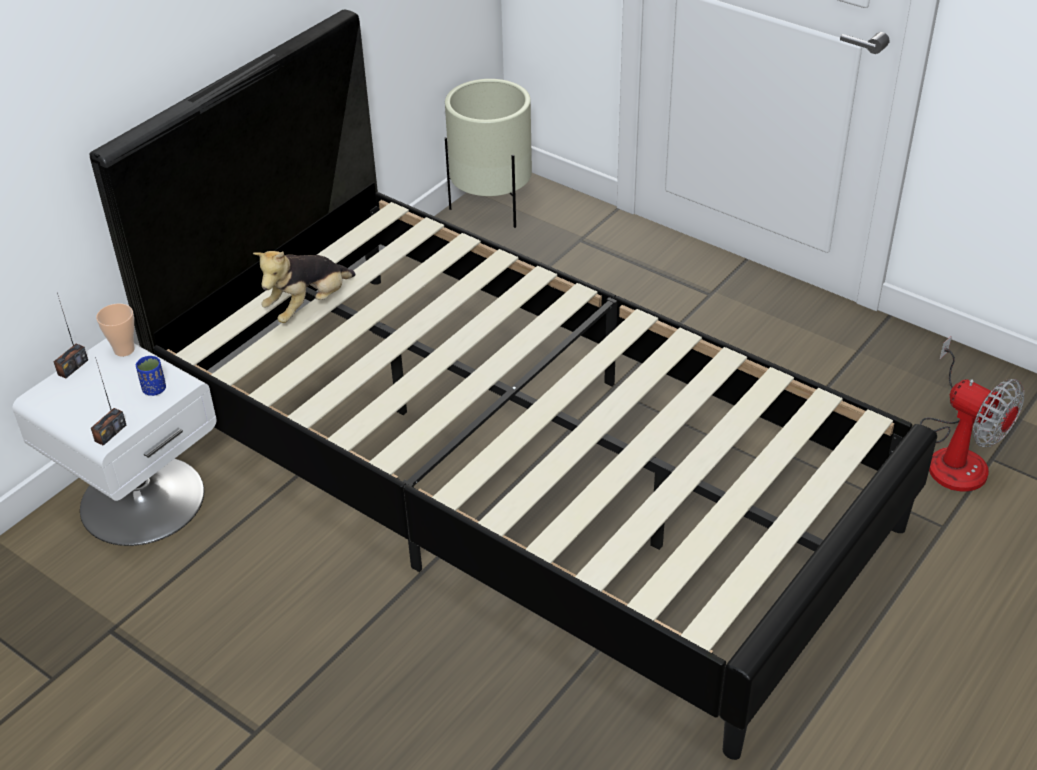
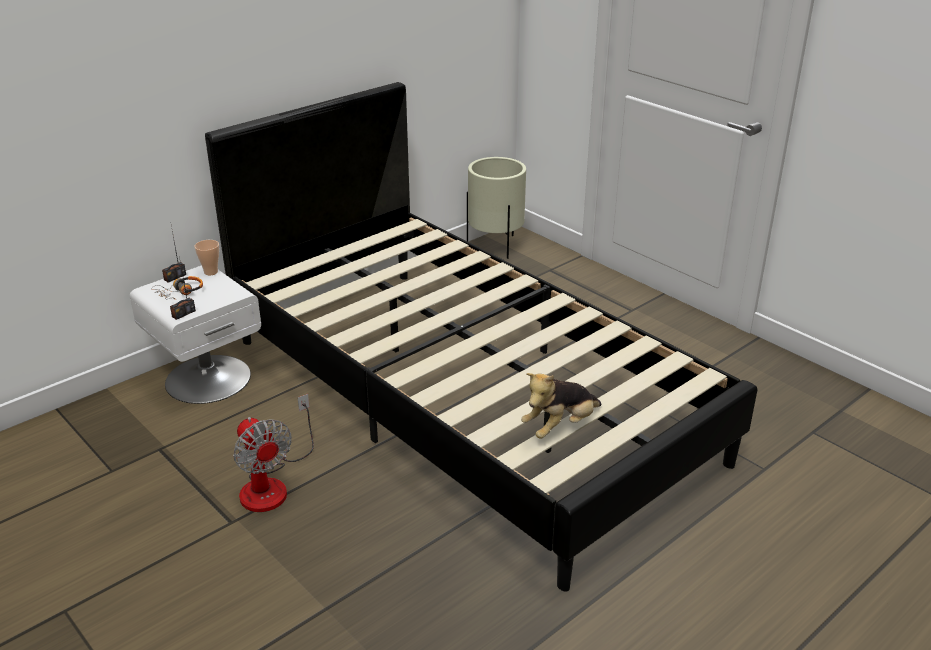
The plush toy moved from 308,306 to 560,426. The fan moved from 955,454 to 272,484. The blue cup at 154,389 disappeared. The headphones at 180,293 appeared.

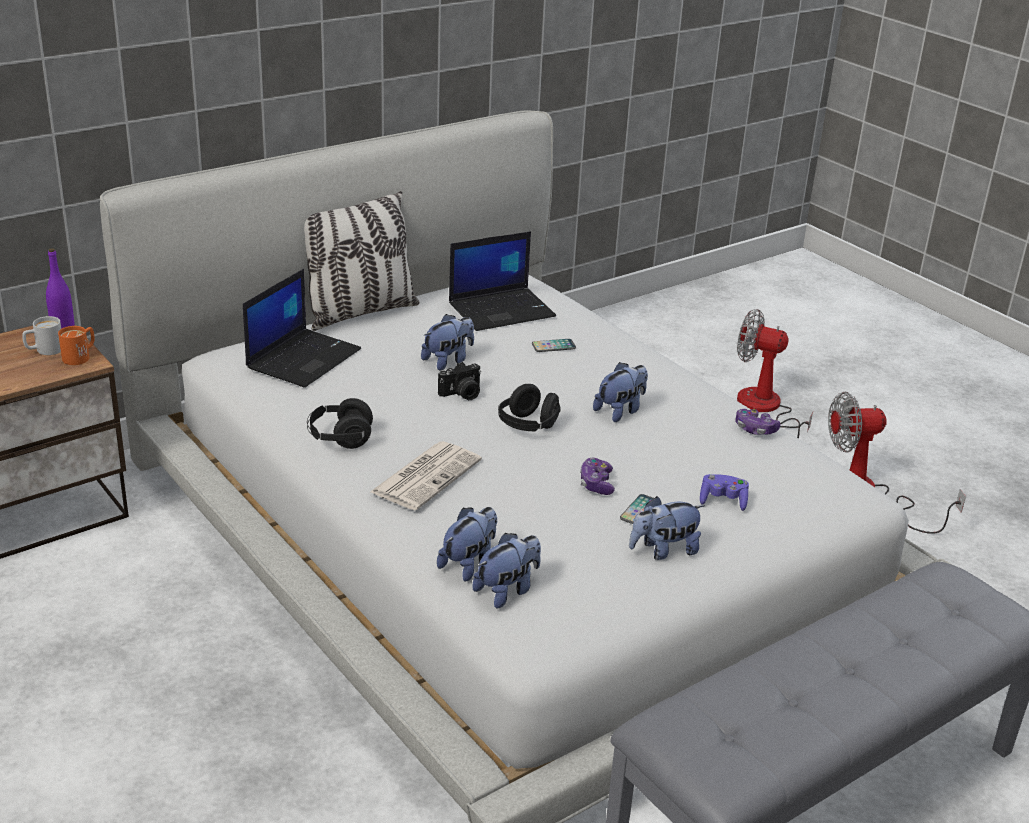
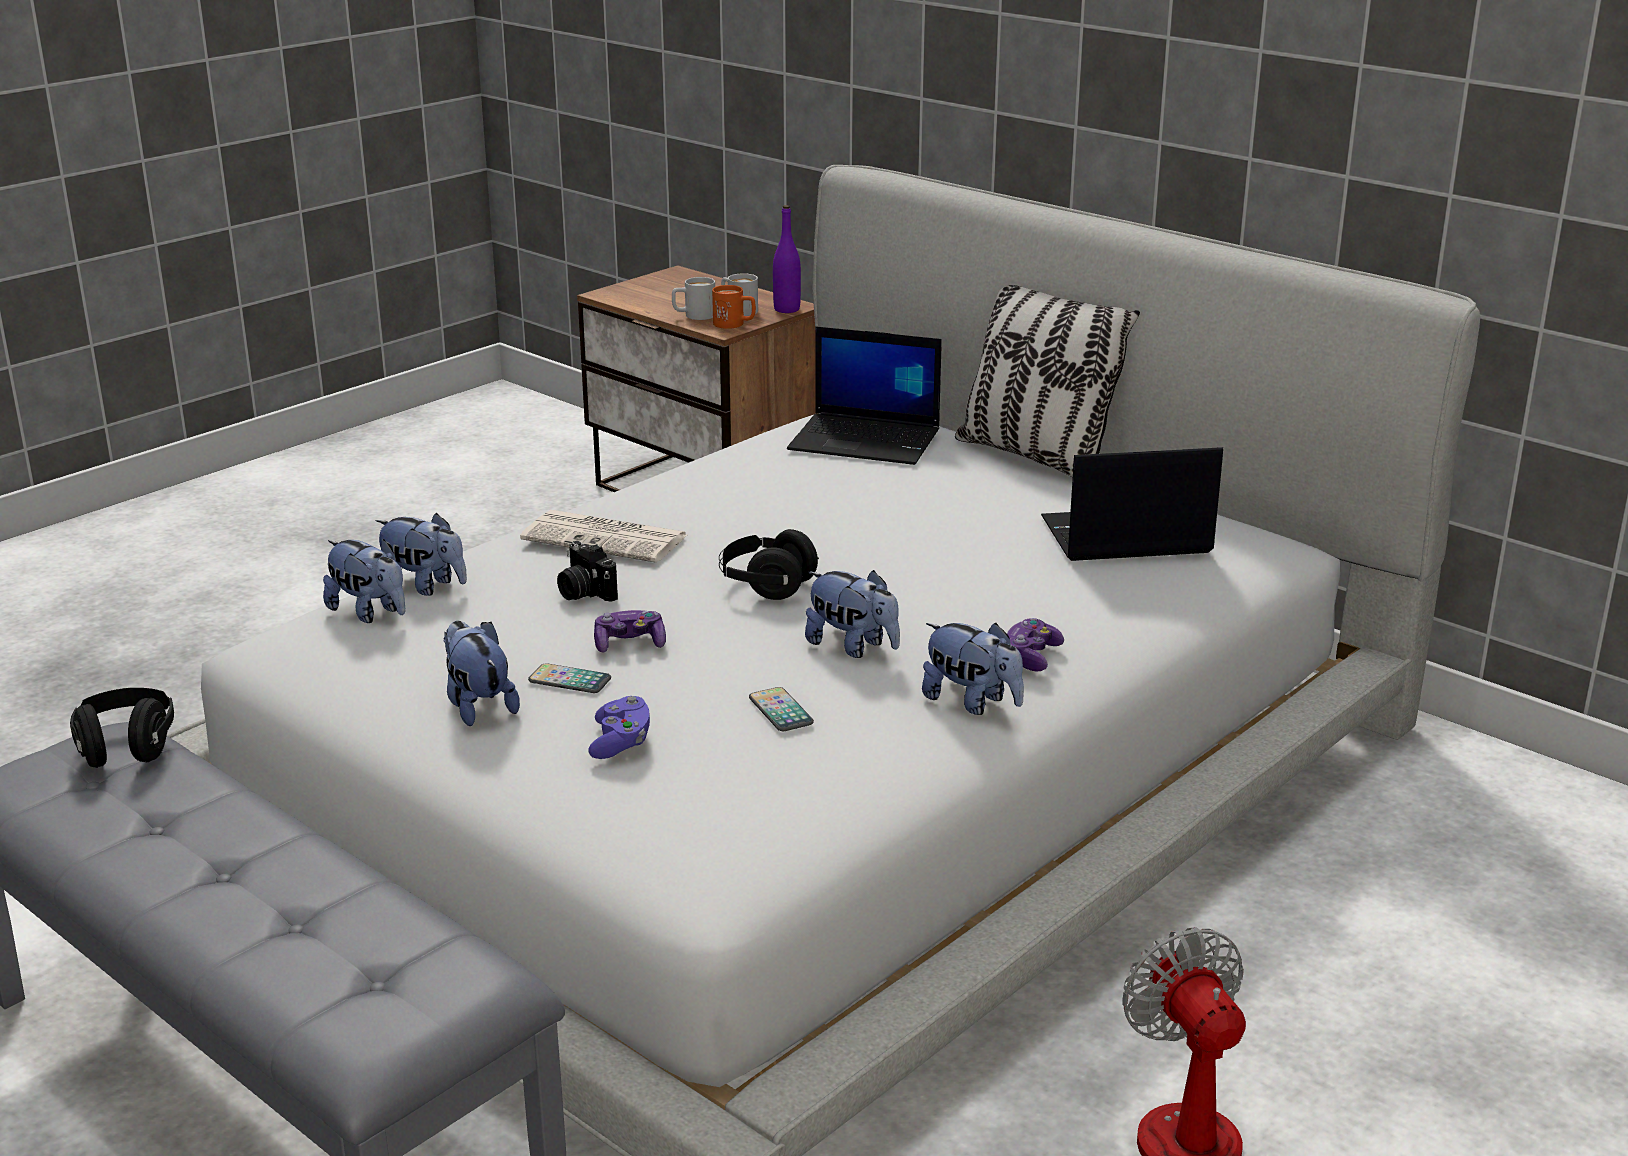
The laptop at 502,309 turned 120 degrees clockwise. The fan at 765,410 disappeared. The plush toy moved from 448,360 to 972,702. The phone moved from 553,346 to 780,711. The photo camera moved from 462,394 to 584,592. The black headphones moved from 340,438 to 126,748. The game controller moved from 755,429 to 1031,657. The white mug at 693,316 appeared.

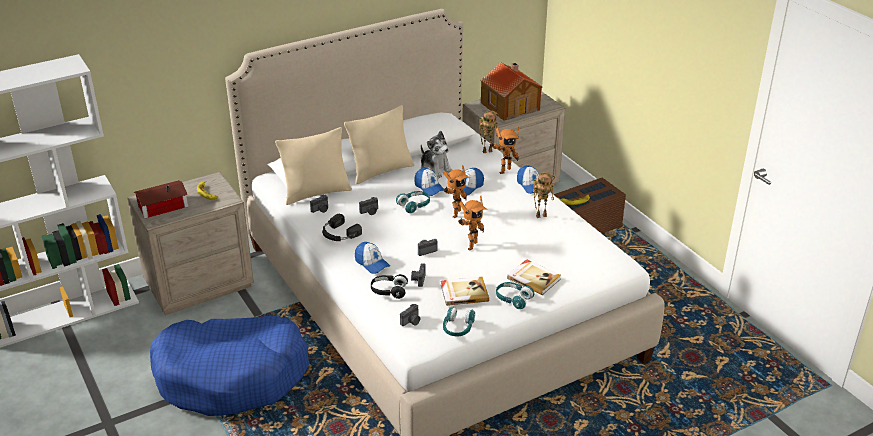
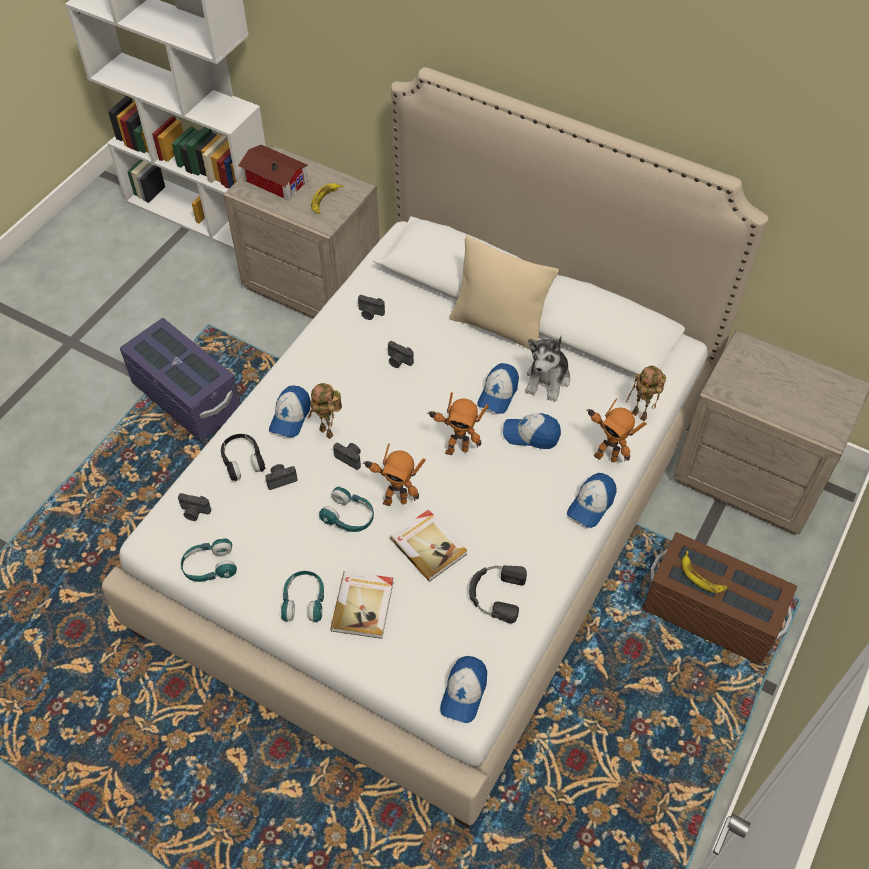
The toy house at 510,106 disappeared. The beige pillow at 316,193 disappeared. The toy robot moved from 541,215 to 328,432. The turquoise headphones moved from 414,205 to 349,517. The black headphones moved from 339,234 to 495,594. The book moved from 464,292 to 429,546. The blue dog bed at 232,376 was replaced by the purple storage box at 187,397. The cap at 464,692 appeared.

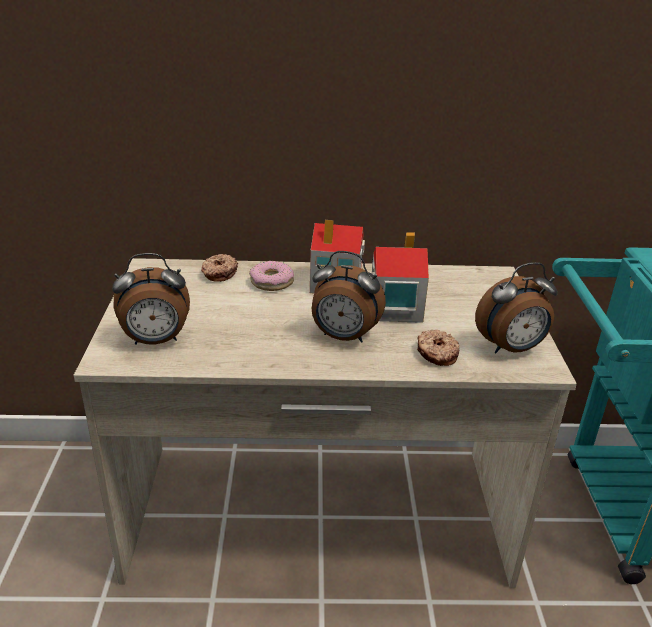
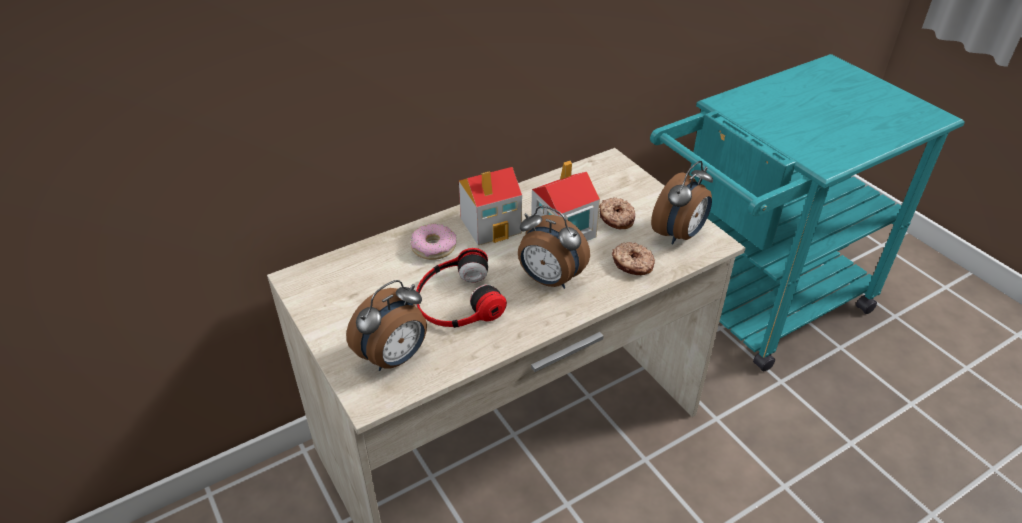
The alarm clock at 343,337 turned 45 degrees clockwise. The donut moved from 219,273 to 616,219. The headphones at 457,299 appeared.

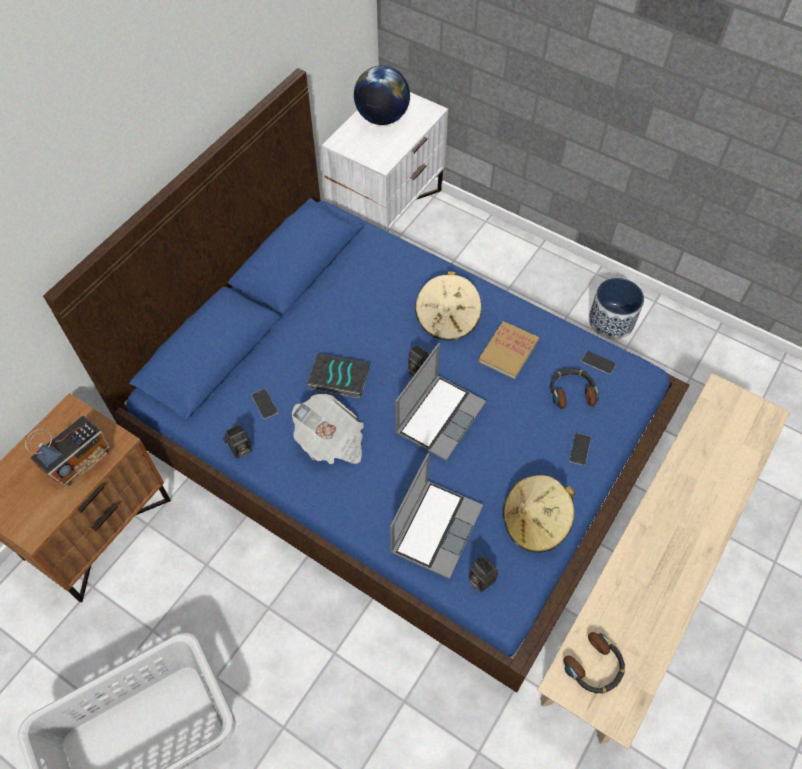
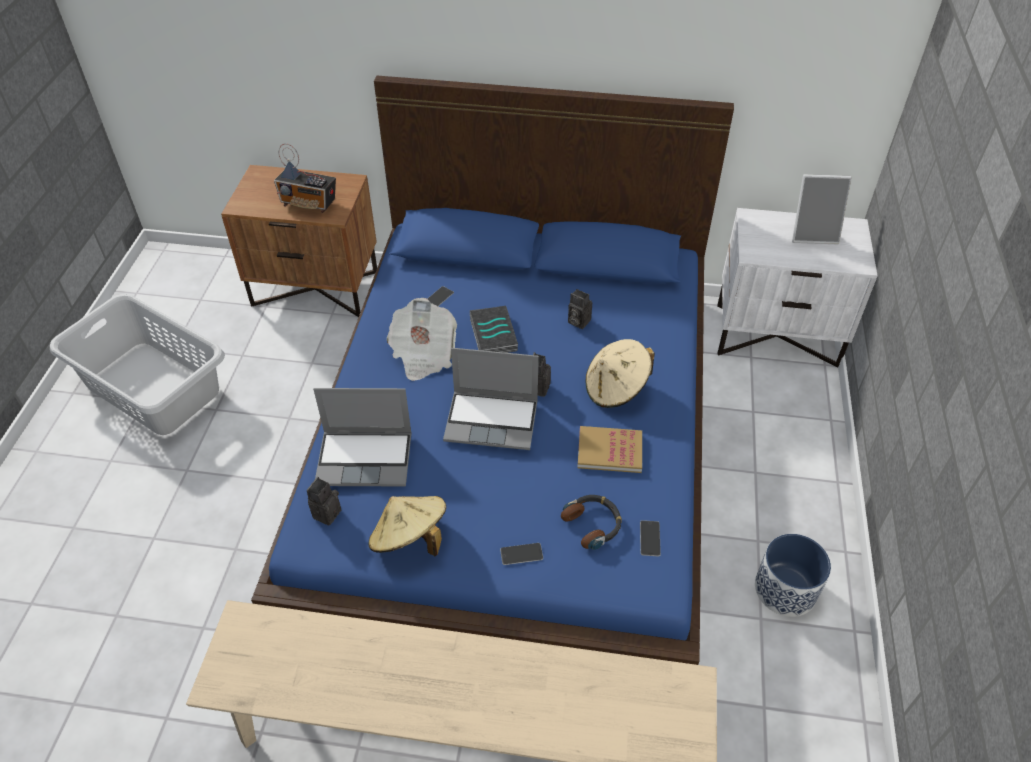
The globe at 382,118 was replaced by the picture frame at 813,233. The photo camera moved from 240,450 to 577,321. The headphones at 595,667 disappeared.

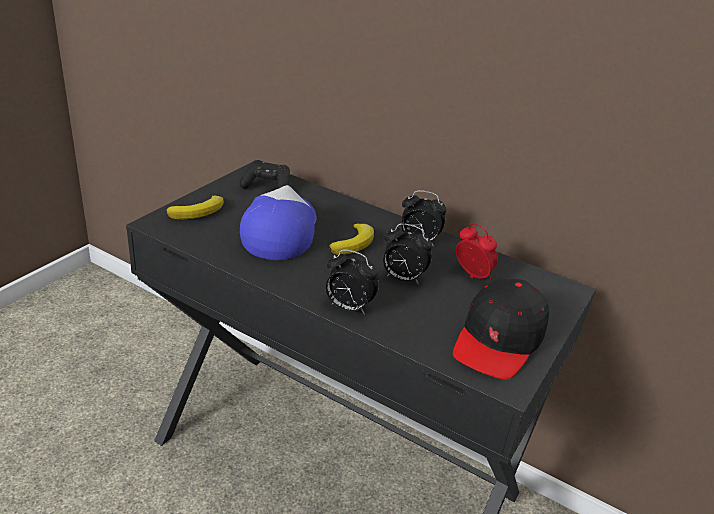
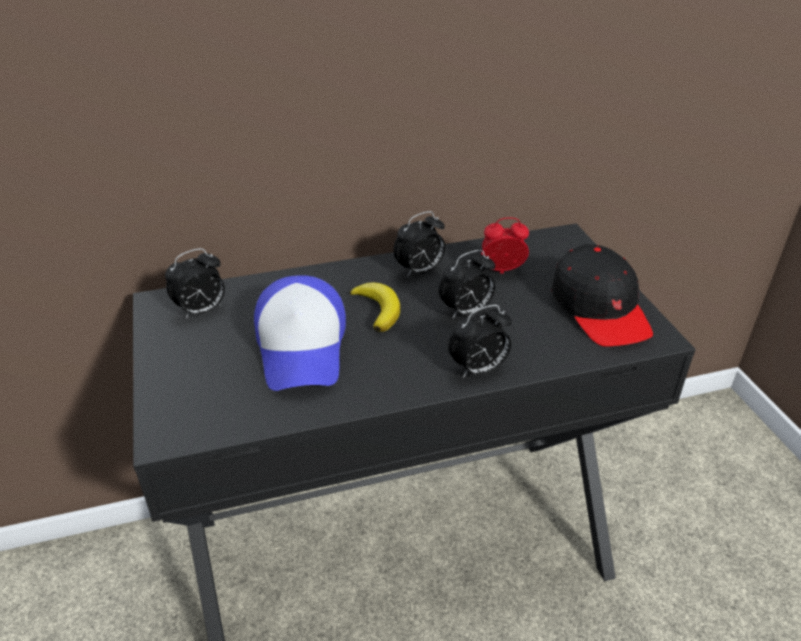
The black game controller at 267,186 was replaced by the alarm clock at 201,311. The cap at 281,232 turned 150 degrees counterclockwise. The banana at 199,211 disappeared.

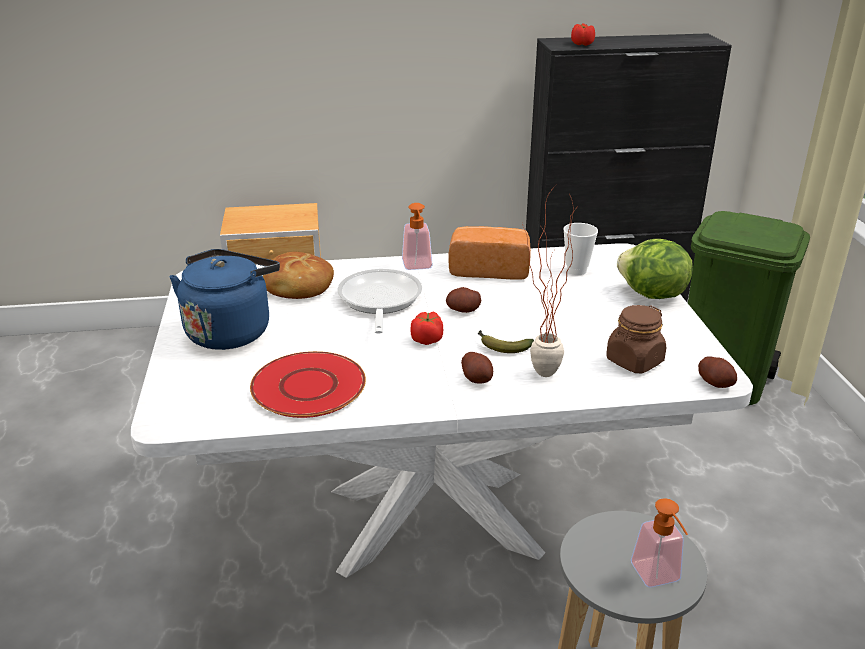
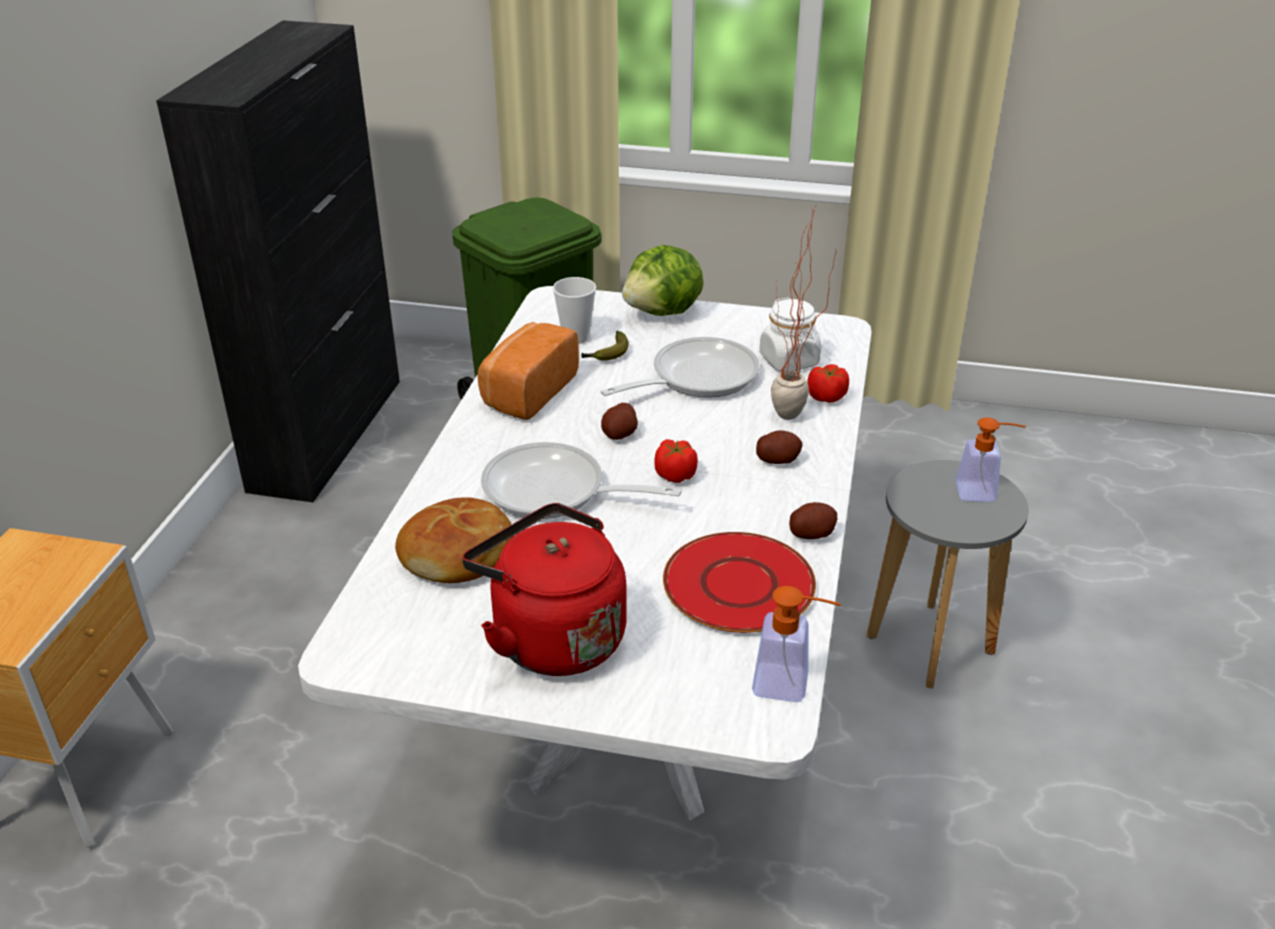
The tomato moved from 582,44 to 827,397. The soap dispenser moved from 418,267 to 791,685. The blue kettle at 231,330 became the red kettle at 552,637. The brown jar at 634,361 became the white jar at 789,360. The banana moved from 501,346 to 607,354. The potato moved from 715,383 to 811,533. The frying pan at 695,377 appeared.

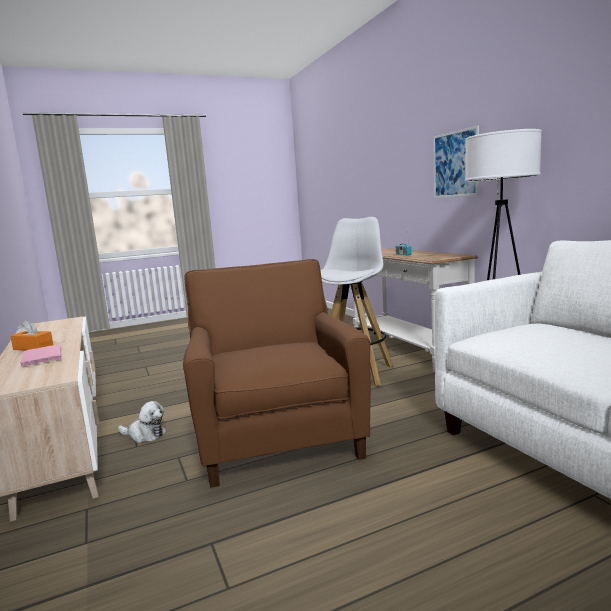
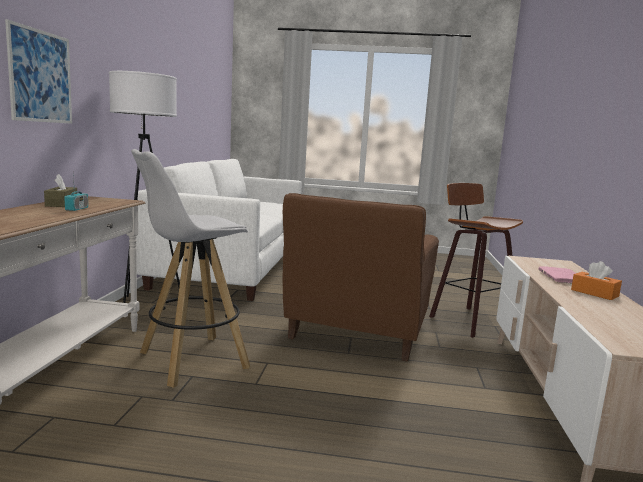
The plush toy at 145,435 disappeared. The brown tissue box at 61,204 appeared. The stool at 469,320 appeared.

